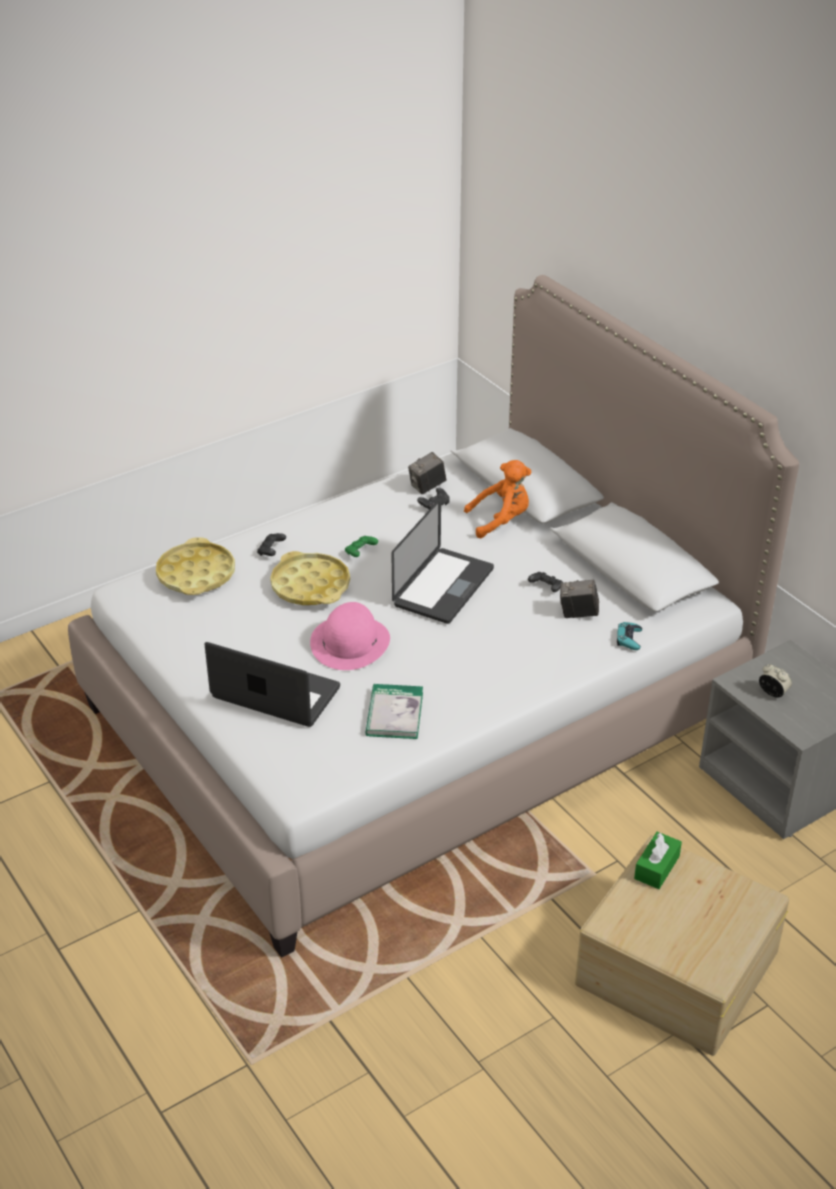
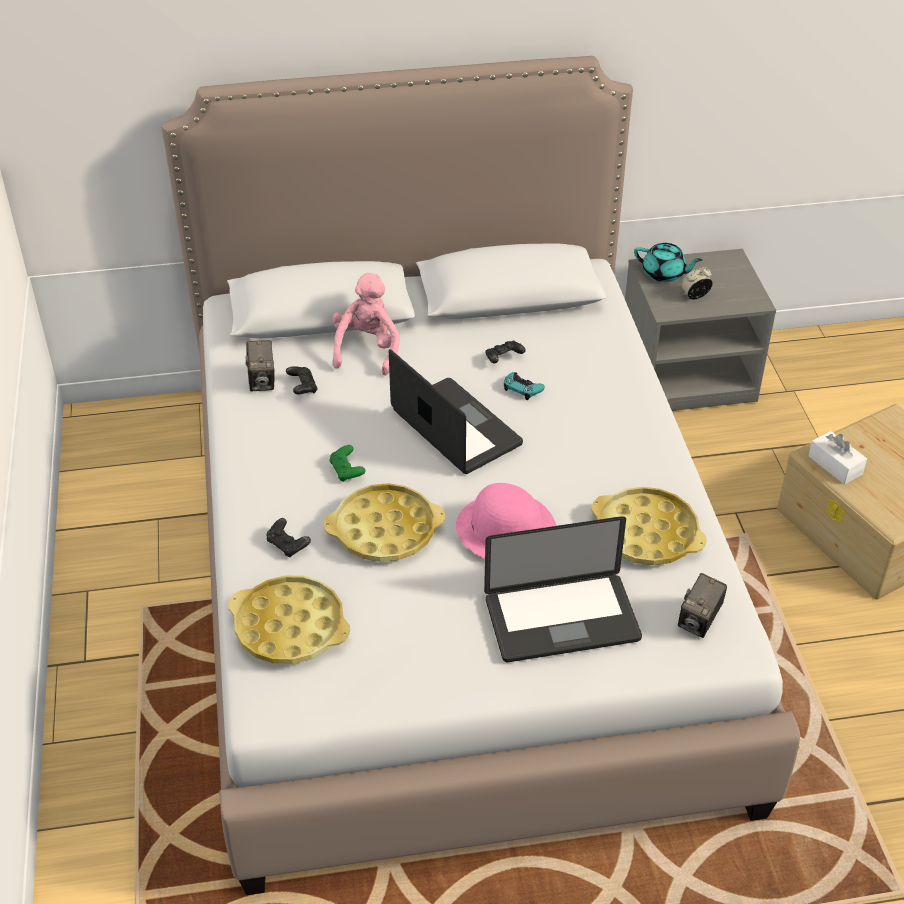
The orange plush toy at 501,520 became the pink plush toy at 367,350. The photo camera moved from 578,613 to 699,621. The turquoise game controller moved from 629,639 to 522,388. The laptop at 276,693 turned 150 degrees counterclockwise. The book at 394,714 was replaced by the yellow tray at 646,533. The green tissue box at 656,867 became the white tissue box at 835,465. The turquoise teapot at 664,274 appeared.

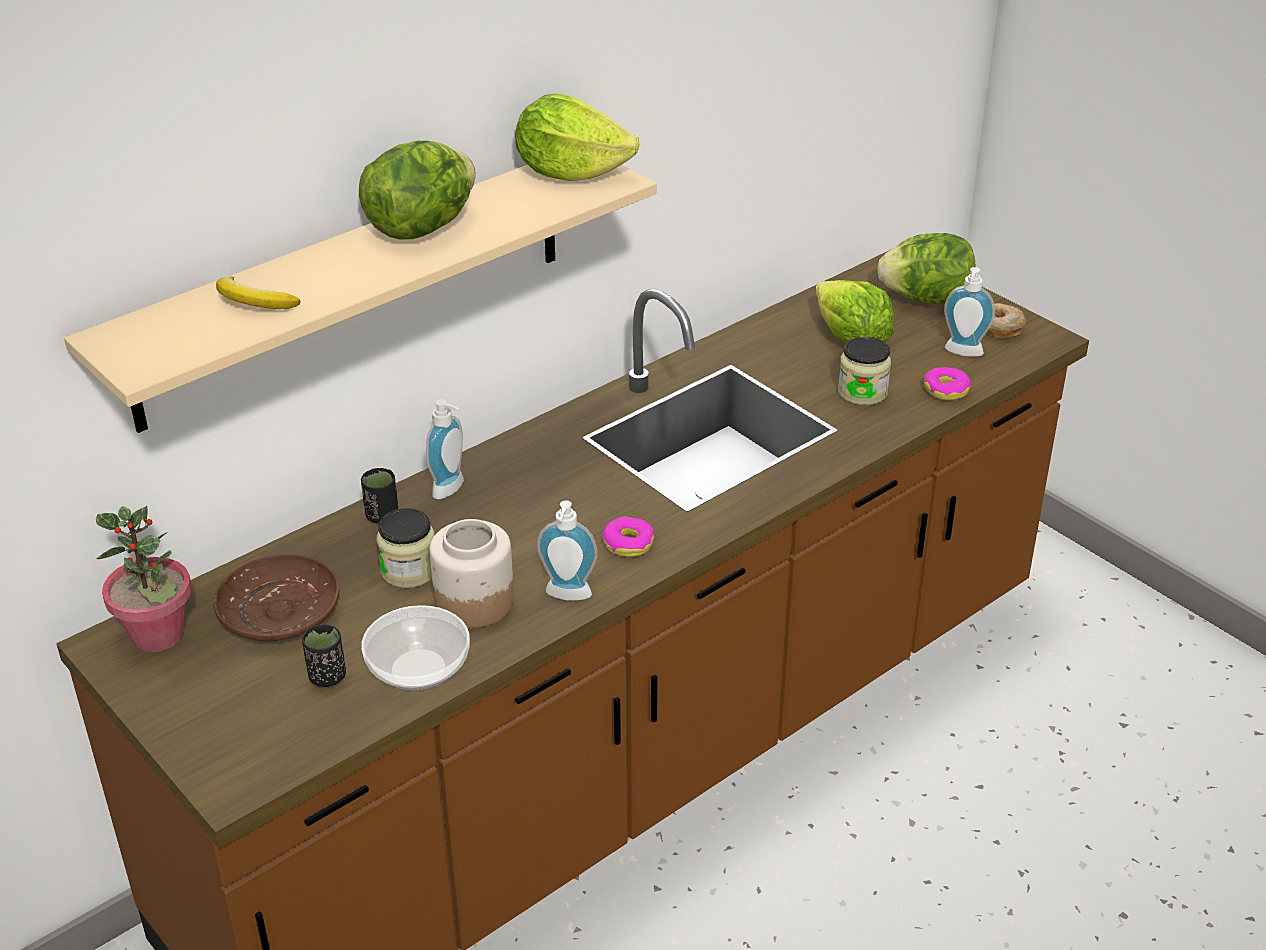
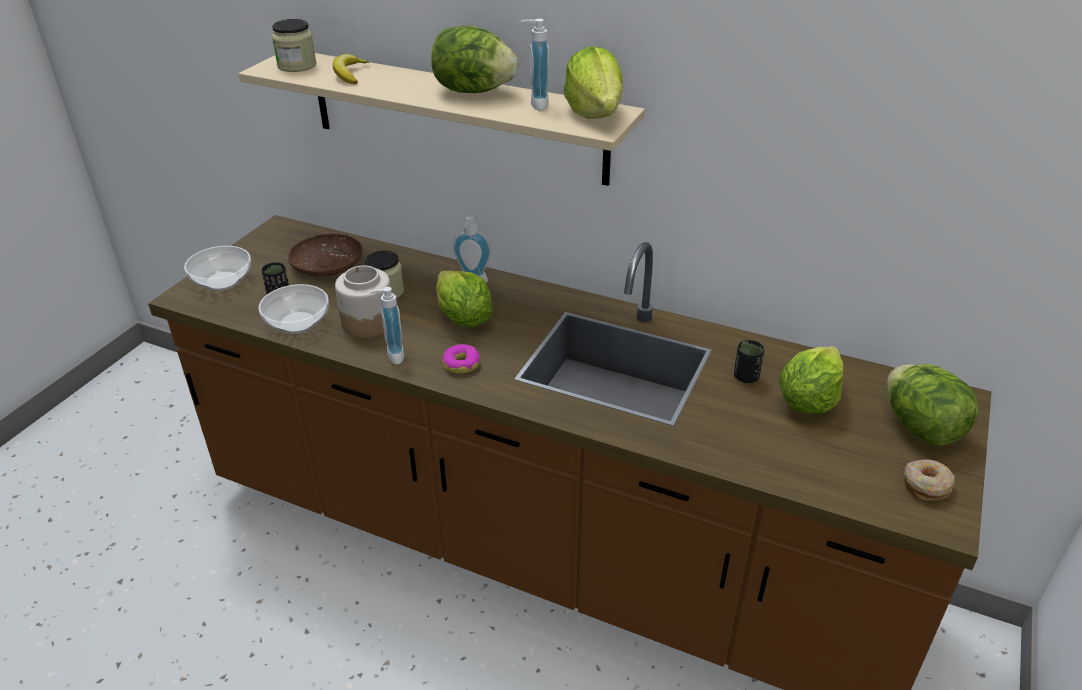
The soap dispenser moved from 963,353 to 535,104. The jar moved from 862,392 to 297,65. The donut at 946,390 disappeared. The black cup moved from 382,516 to 746,377. The potted plant at 158,635 disappeared. The bowl at 221,281 appeared. The lettuce at 463,319 appeared.

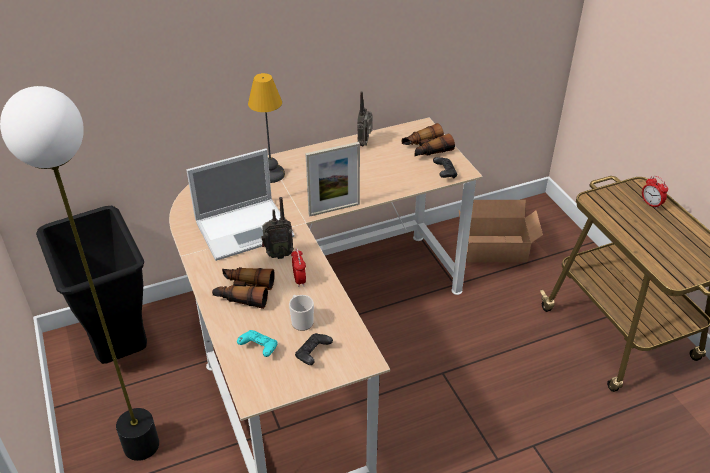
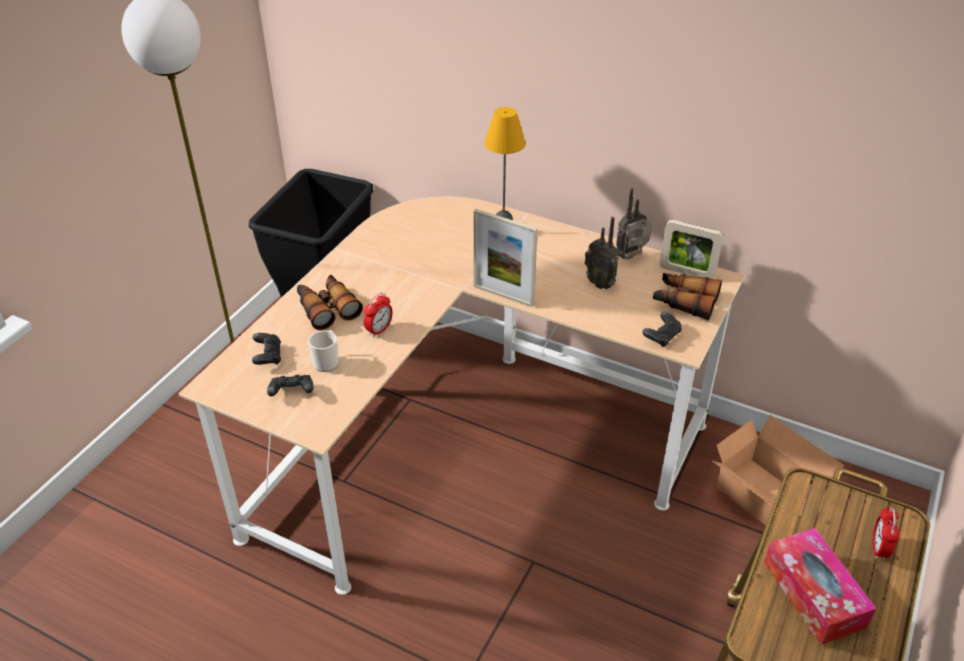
The laptop at 246,228 disappeared. The radio moved from 278,254 to 600,283. The turquoise game controller at 259,348 became the black game controller at 268,356. The picture frame at 686,272 appeared. The tissue box at 813,594 appeared.

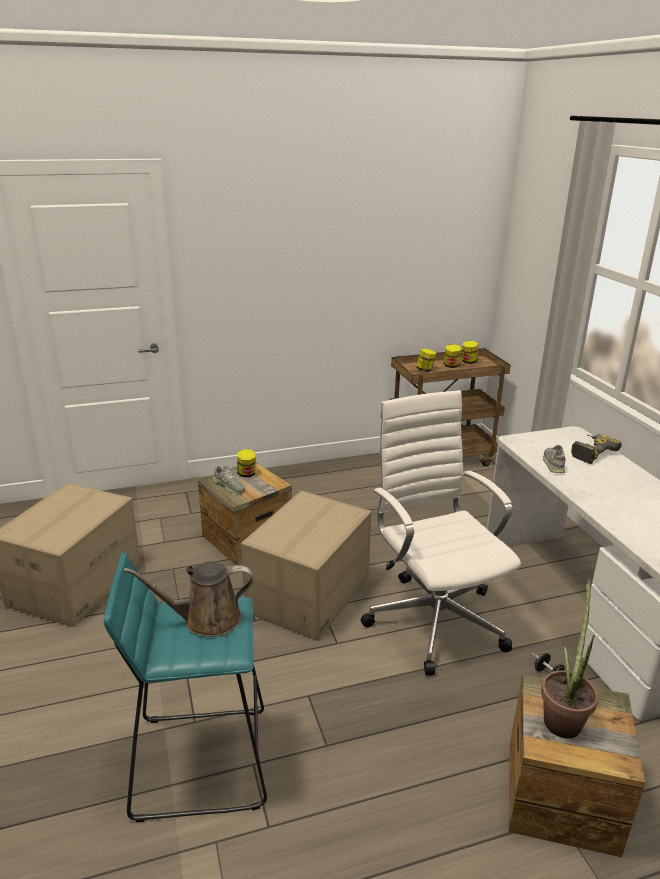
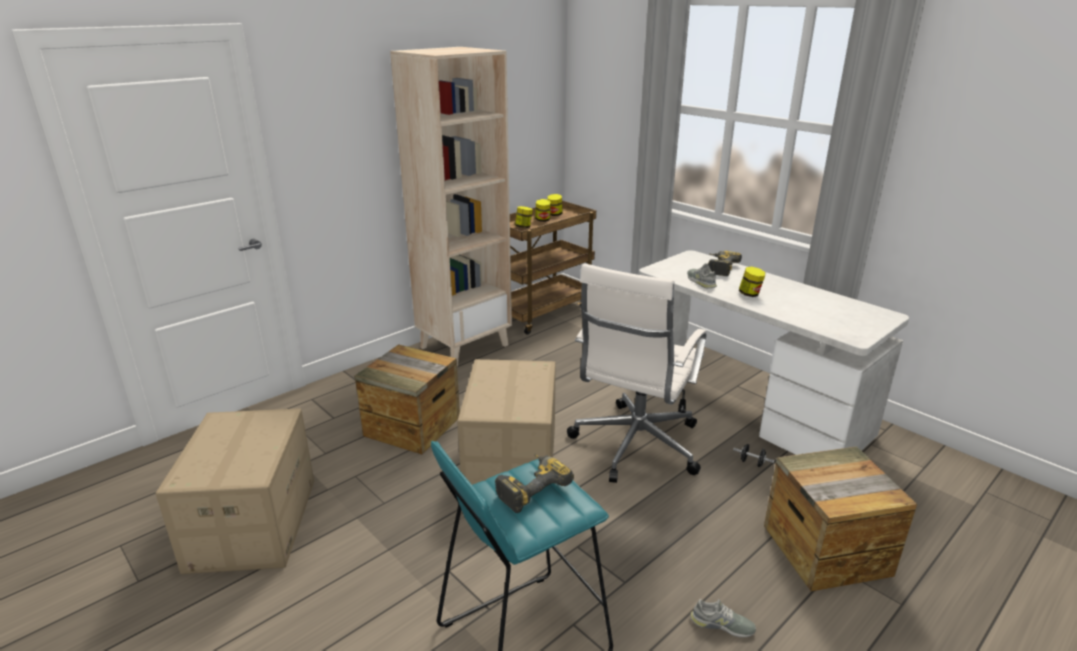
The white office chair at 434,618 turned 105 degrees counterclockwise. The jar moved from 246,474 to 750,294. The grey shoe moved from 228,486 to 722,625. The brown watering can at 206,619 was replaced by the power drill at 530,487. The potted plant at 563,717 disappeared. The beige bookcase at 464,346 appeared.

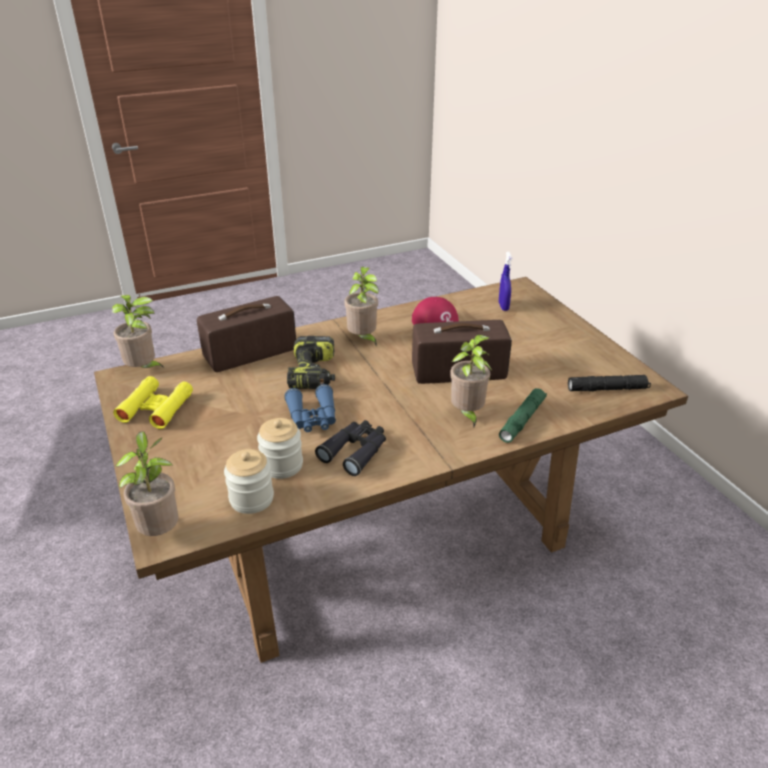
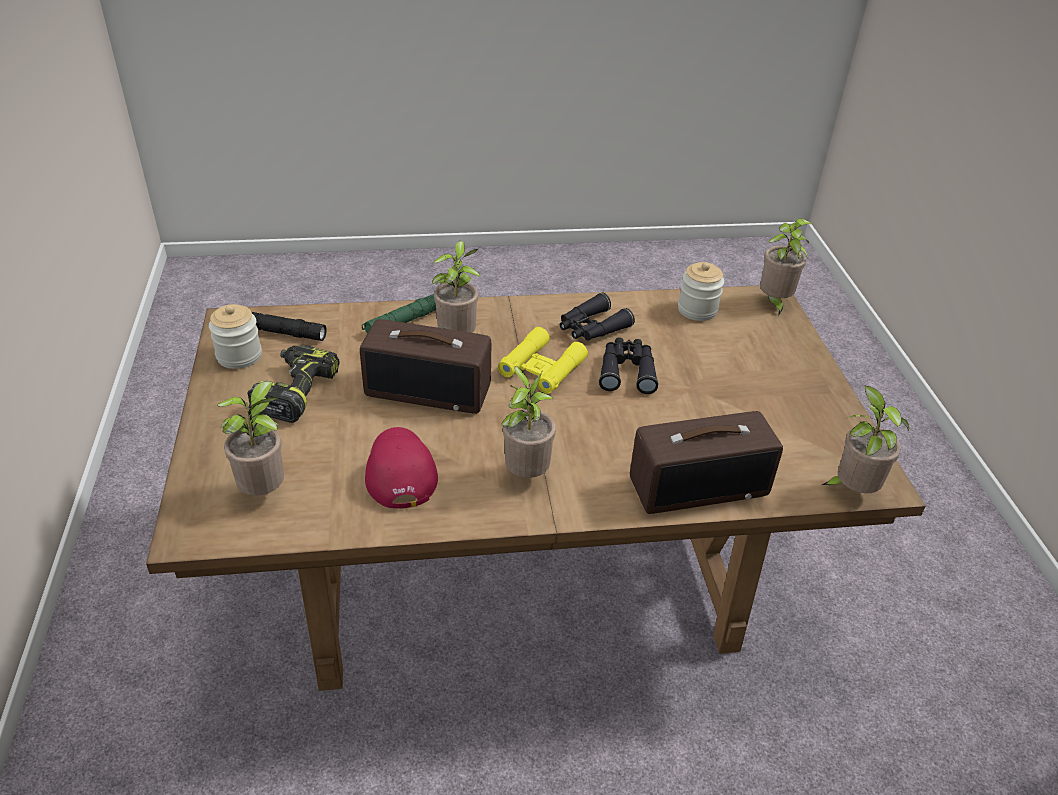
The blue spray bottle at 503,306 was replaced by the potted plant at 266,491. The power drill moved from 314,374 to 295,391. The yellow binoculars moved from 156,408 to 542,368. The blue binoculars at 313,417 became the black binoculars at 627,371. The jar moved from 282,465 to 239,356.

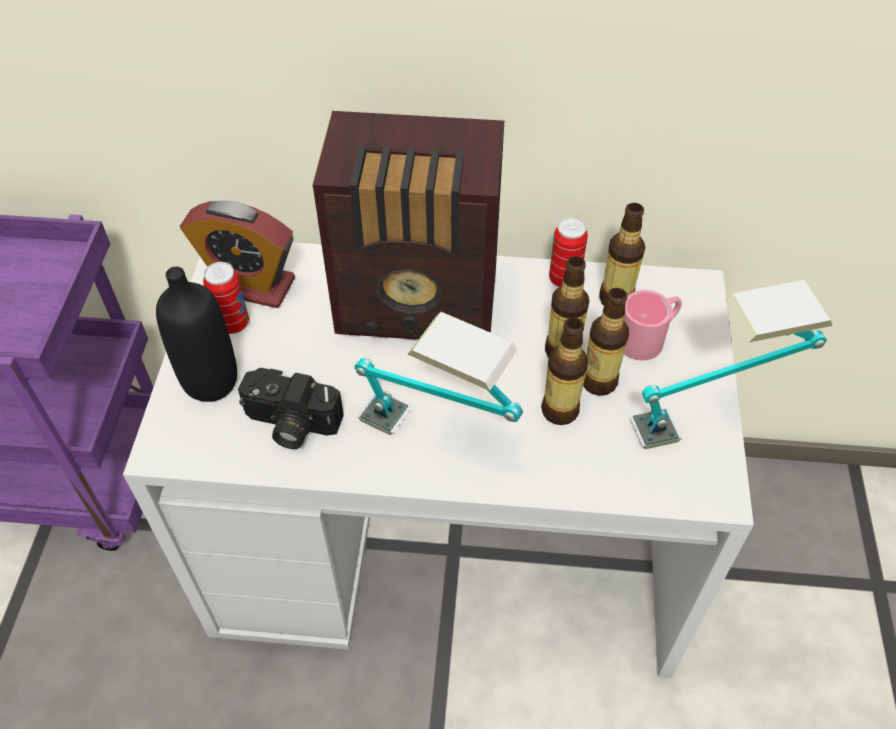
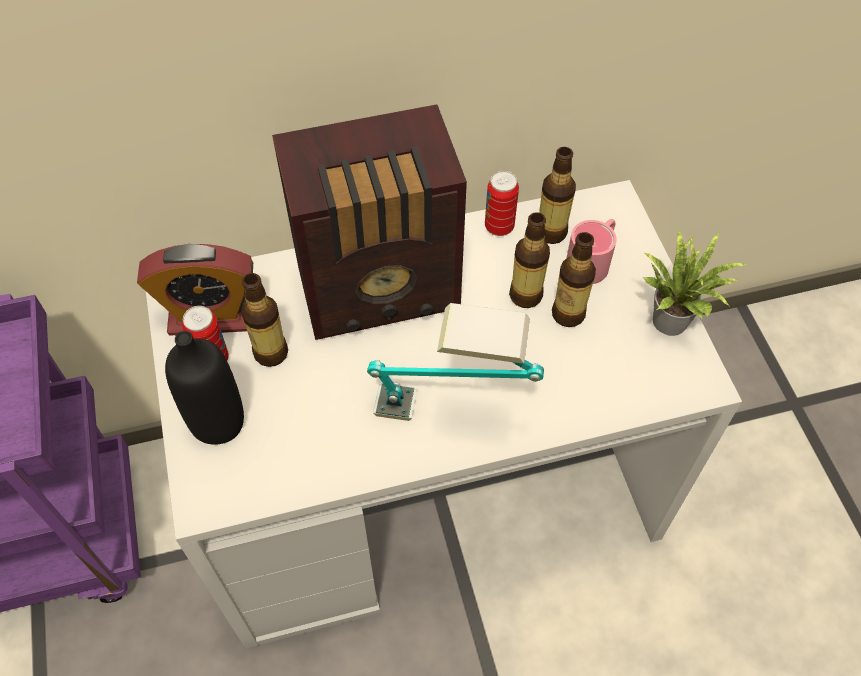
The table lamp at 711,419 was replaced by the potted plant at 673,319. The bottle moved from 560,411 to 271,353. The photo camera at 289,424 disappeared.

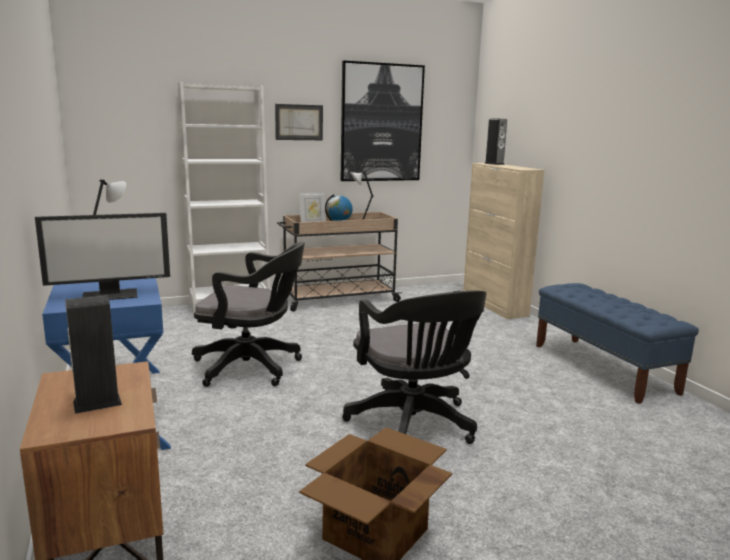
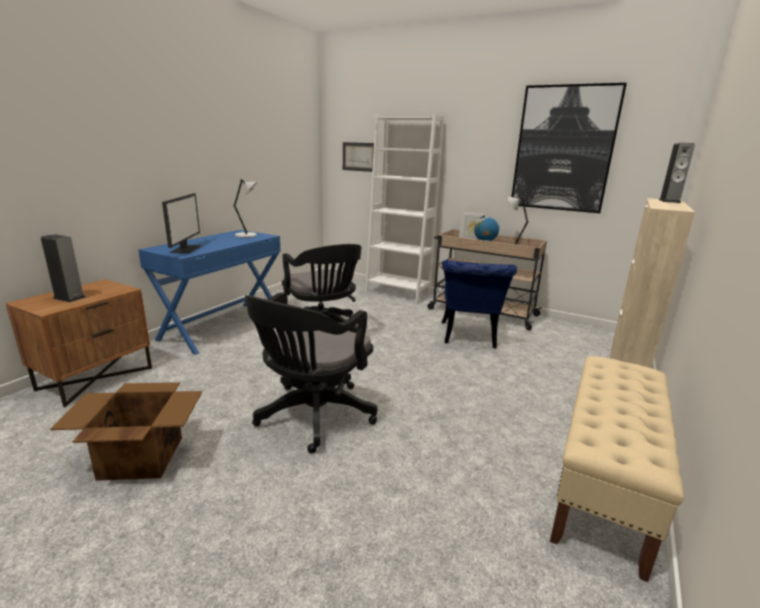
The picture moved from 299,122 to 359,156. The monitor at 110,295 turned 120 degrees counterclockwise. The blue bench at 603,368 became the beige bench at 603,484. The blue chair at 468,337 appeared.

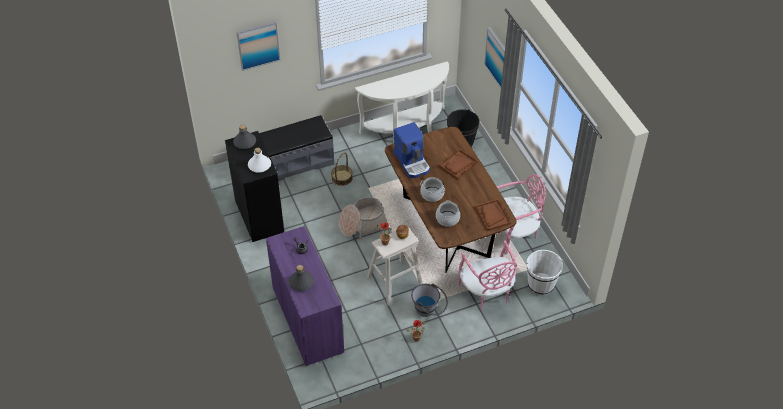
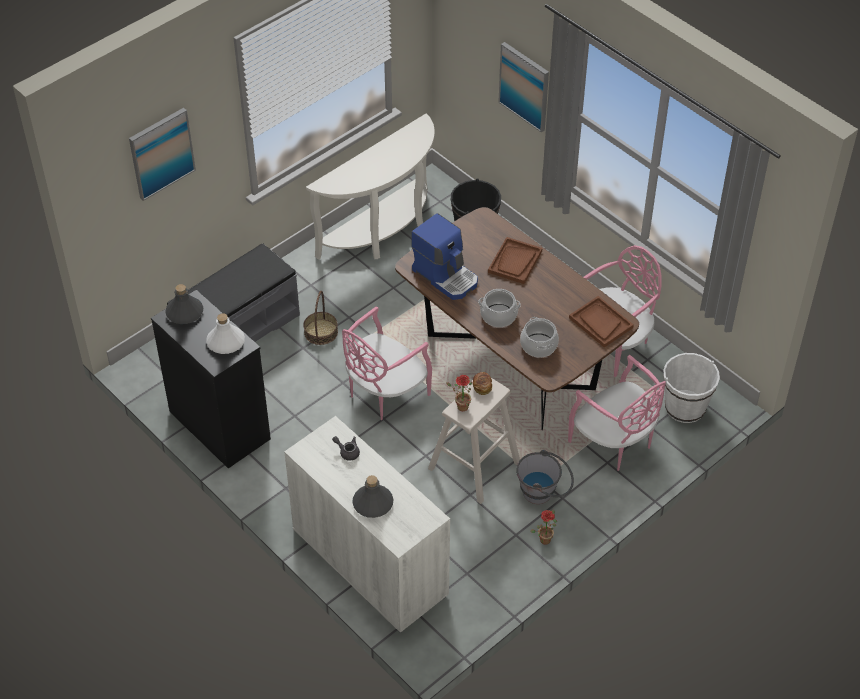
The basket at 362,224 was replaced by the pink chair at 384,392. The purple cabinet at 308,320 became the white cabinet at 370,562.

